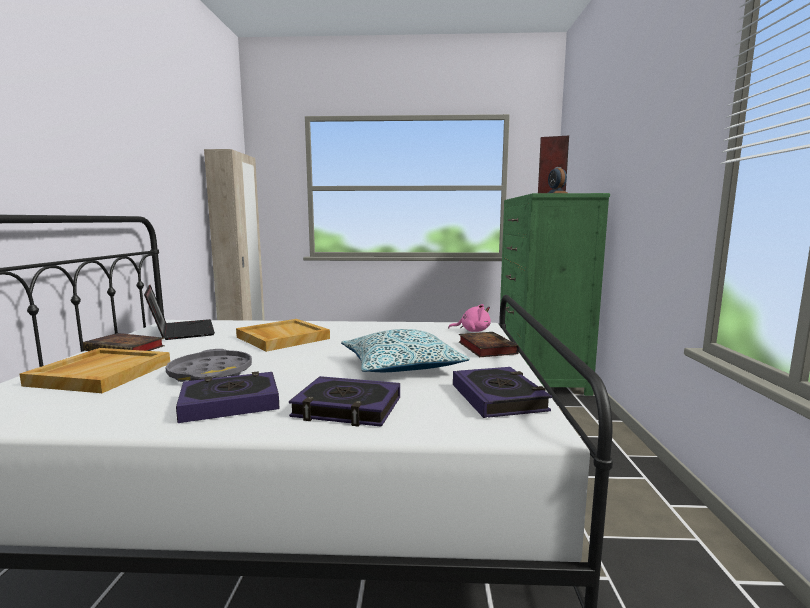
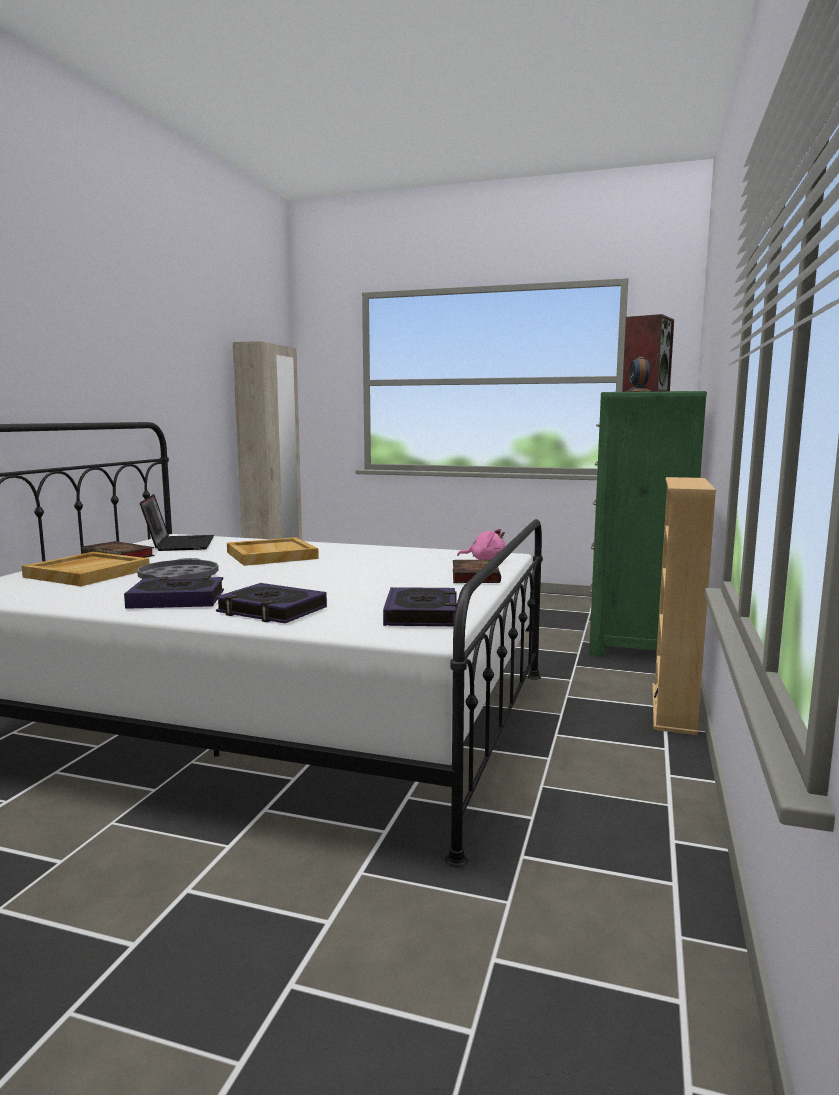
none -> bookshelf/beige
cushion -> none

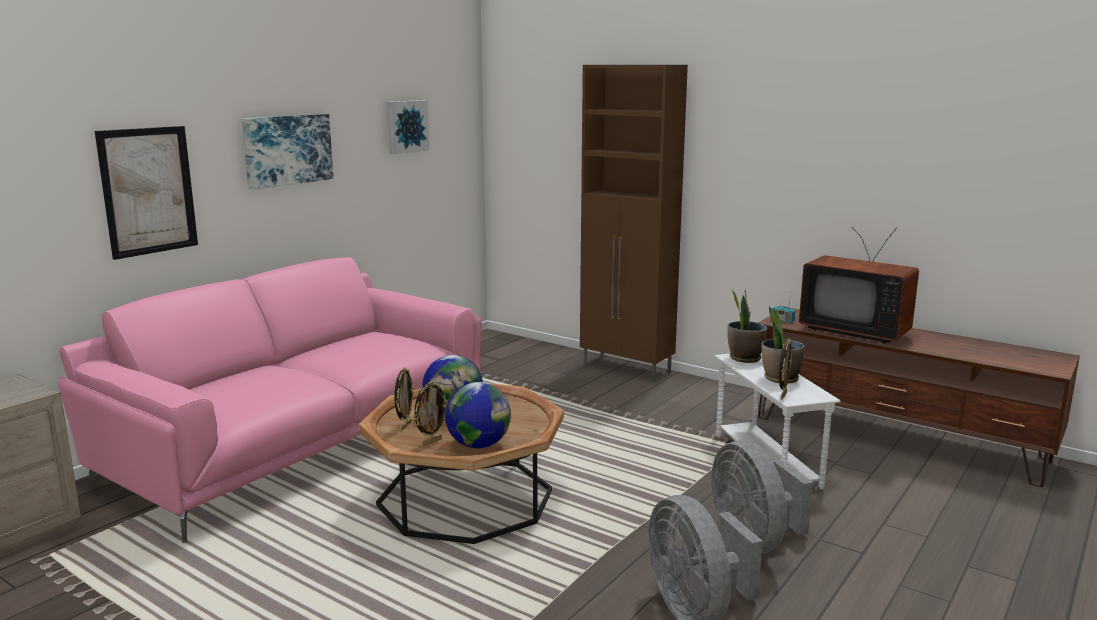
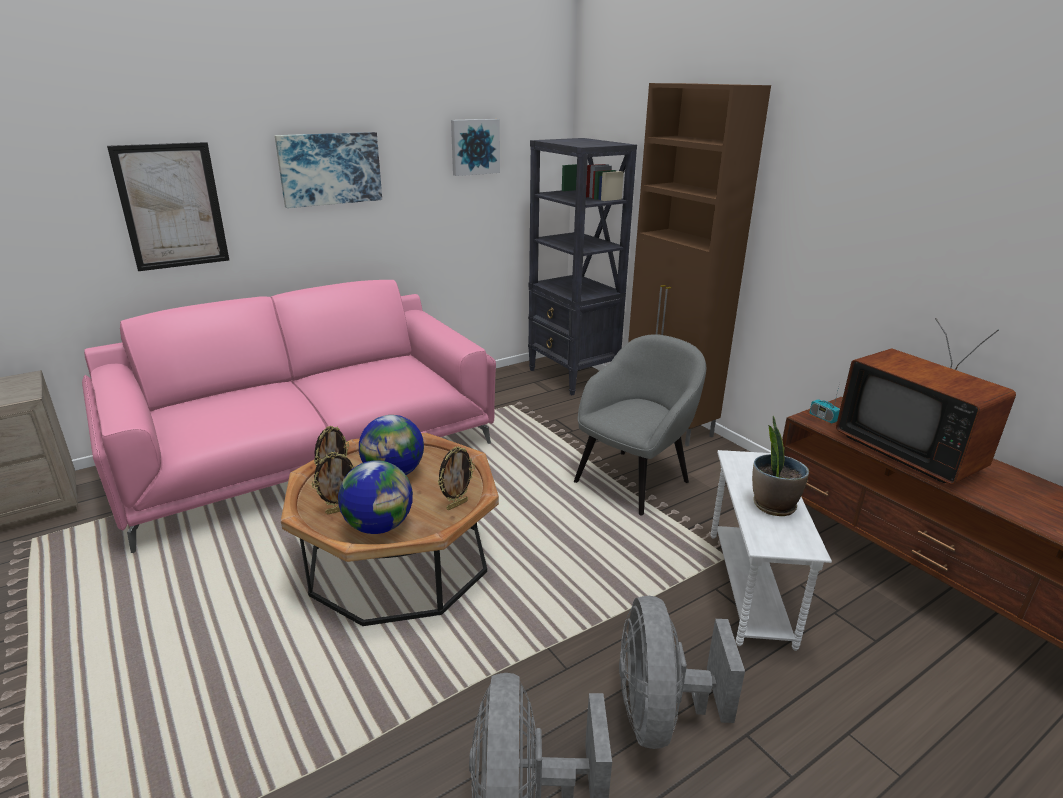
photo frame (no. 3 from left), shifted
none -> bookshelf/black-coloured
none -> easy chair/greyish
potted plant (no. 1 from left) -> none

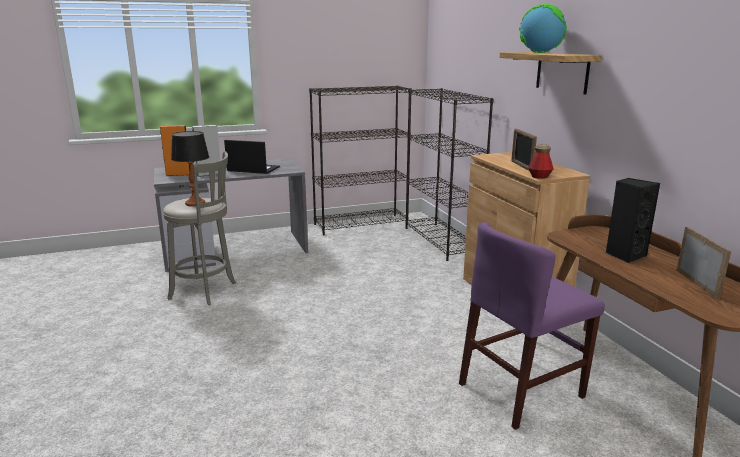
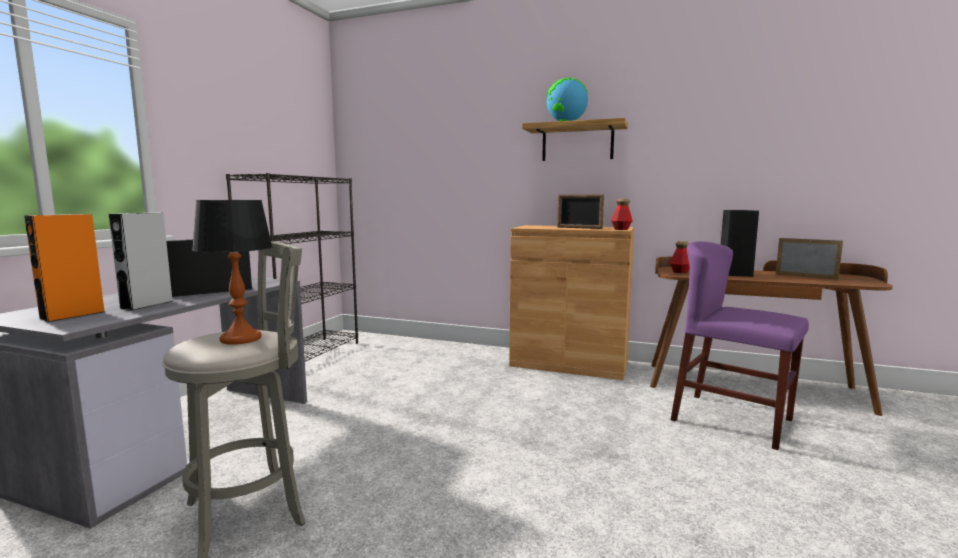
none -> bottle (no. 2 from left)
upright chair/purple-coloured, 120 degrees clockwise
bookshelf/black-coloured (no. 2 from left) -> none

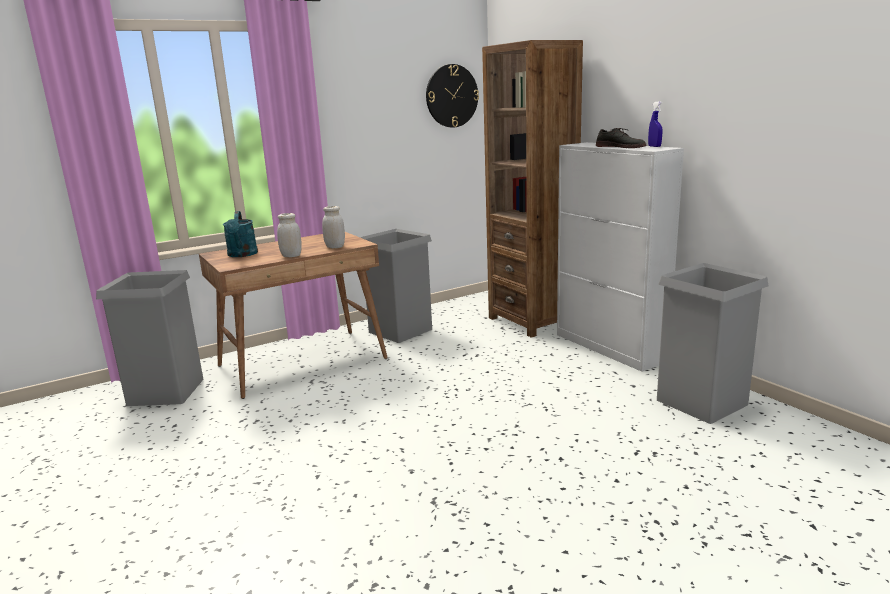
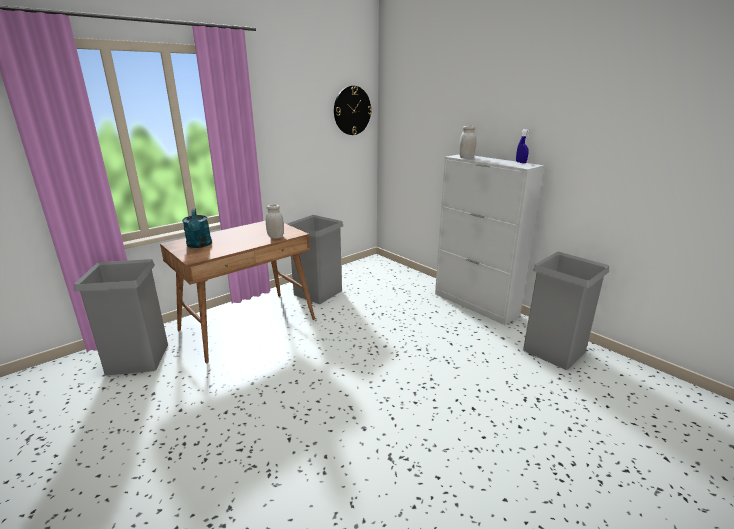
preserve jar/whitish (no. 1 from left in the first image) -> preserve jar/whitish (no. 2 from left), shifted
bookshelf/brown-coloured -> none
item of footwear/greyish -> none

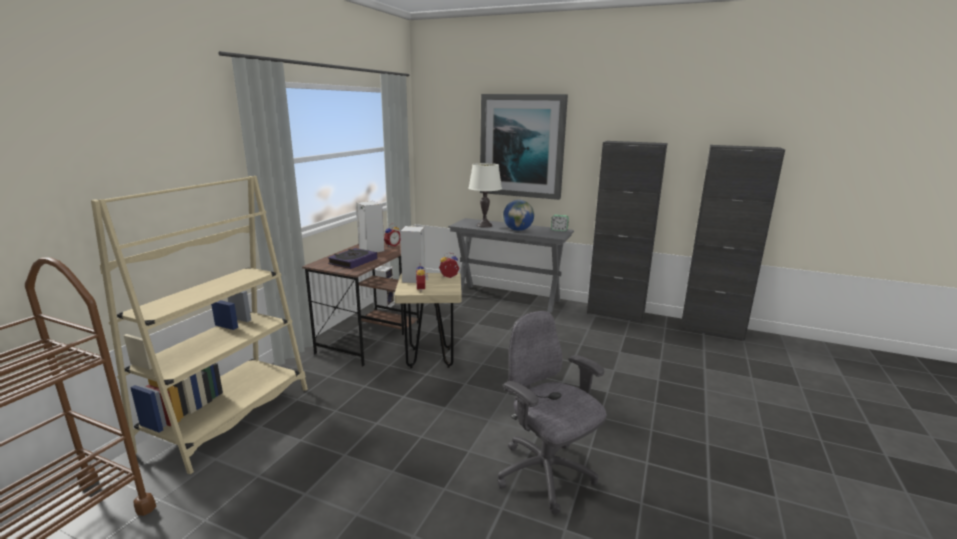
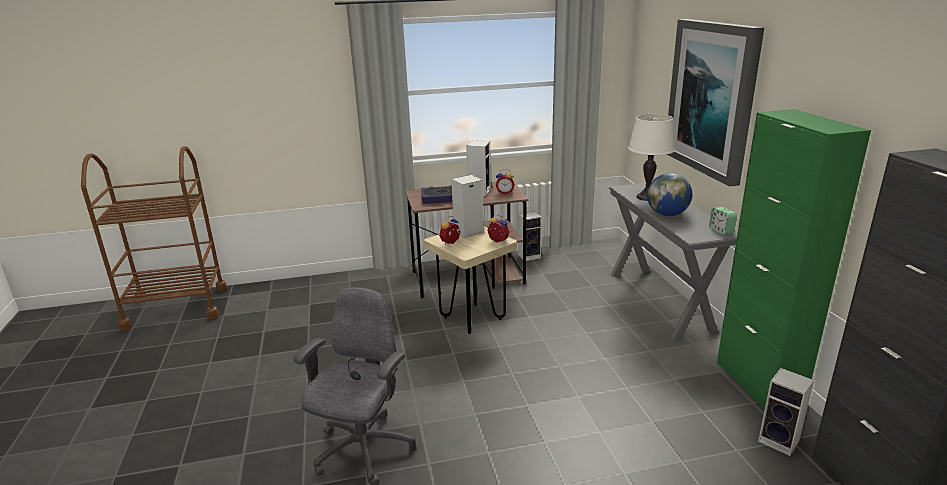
cupboard/black-coloured (no. 1 from left) -> cupboard/green-coloured
none -> audio speaker (no. 4 from left)
bookshelf/beige -> none

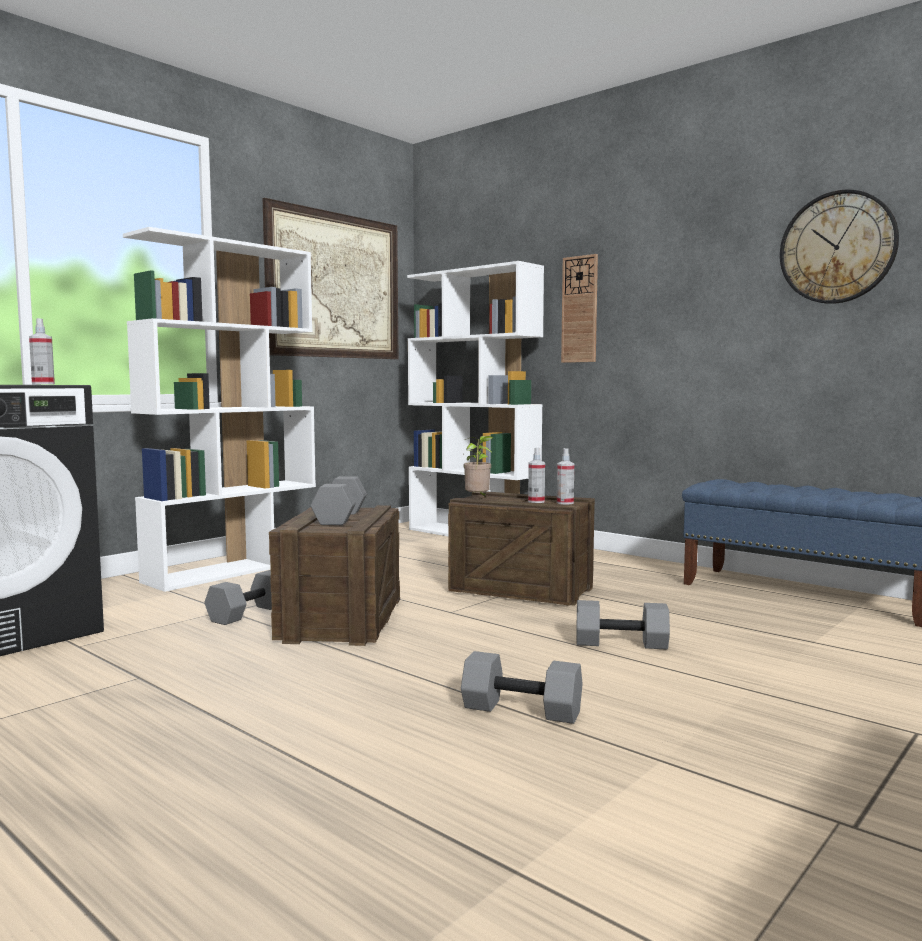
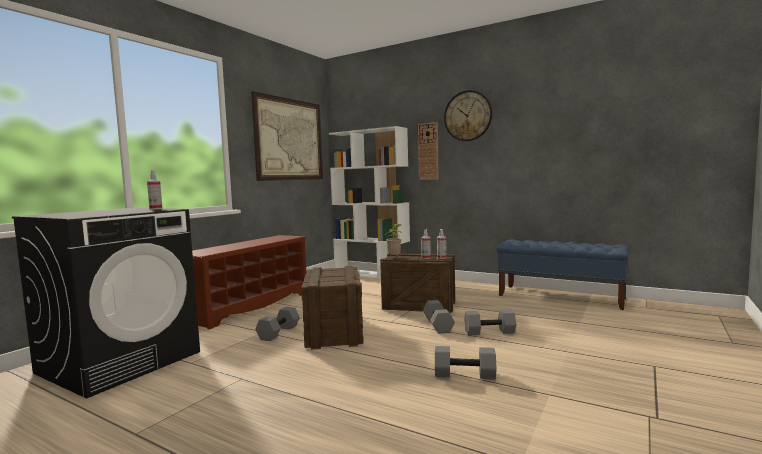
bookshelf/whitish (no. 1 from left) -> shoe stand/brown-coloured
free weight/greyish (no. 2 from left), shifted
hanging clock (no. 2 from left), shifted

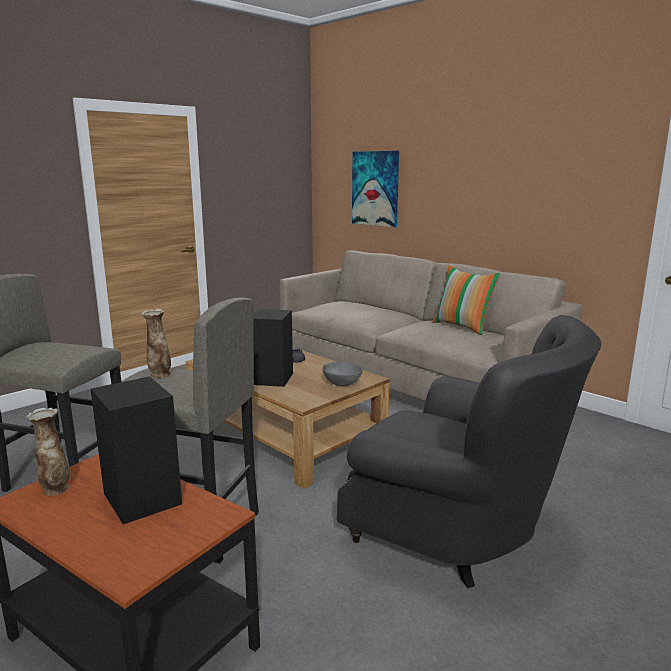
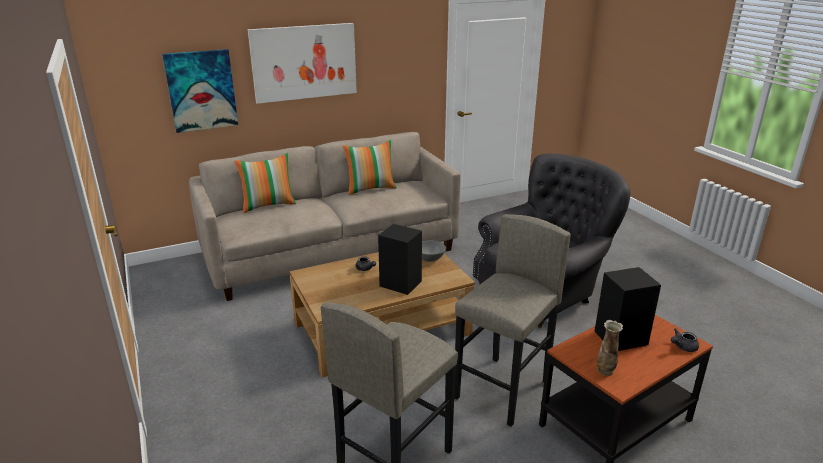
none -> cushion (no. 1 from left)
none -> wall art (no. 2 from left)
none -> tea pot/greyish (no. 2 from left)
flower vase (no. 2 from left) -> none

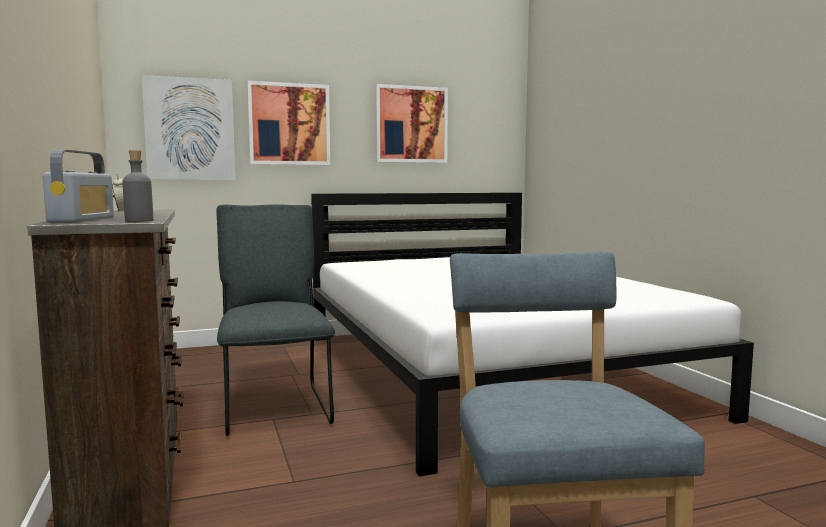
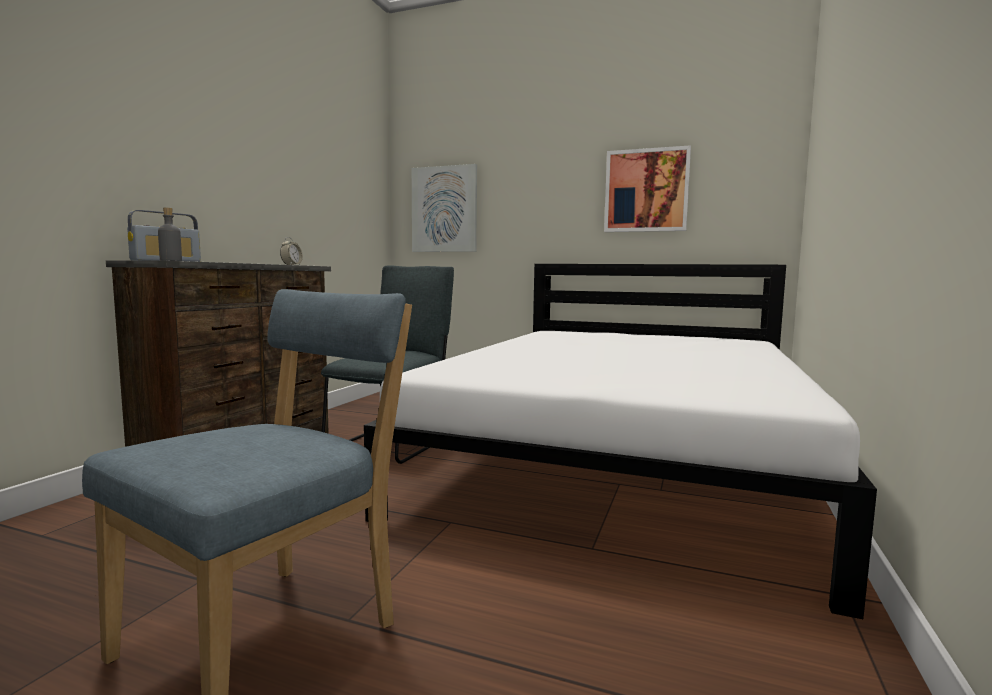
wall art (no. 2 from left) -> none

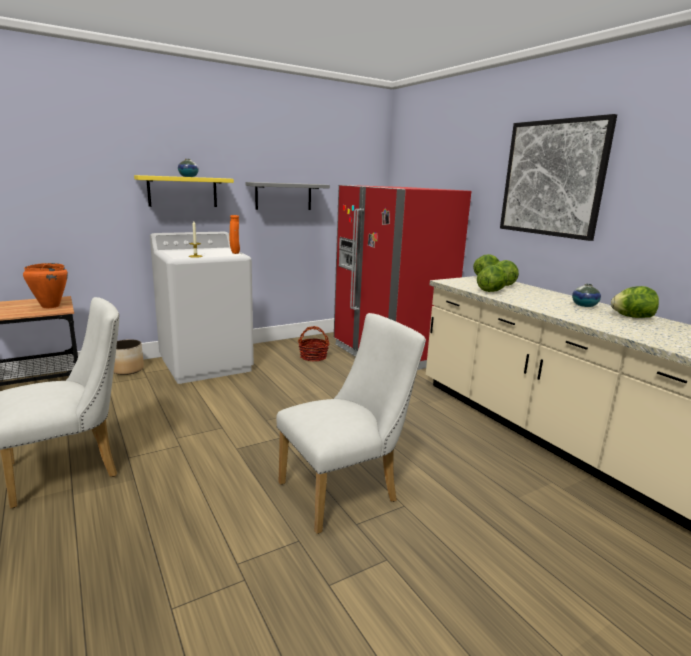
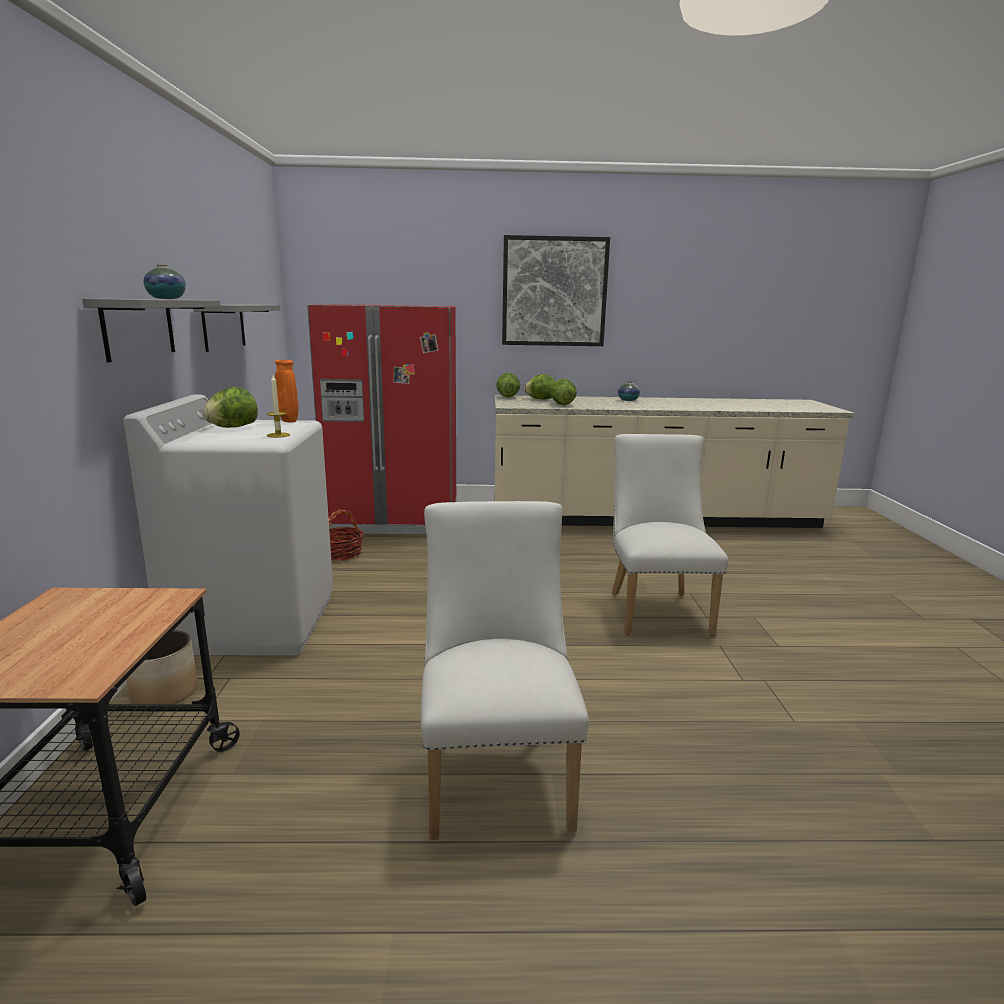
shelf/yellow-coloured -> shelf/greyish (no. 1 from left)
lettuce head (no. 4 from left in the first image) -> lettuce head (no. 1 from left), shifted
cooking pot/orange -> none

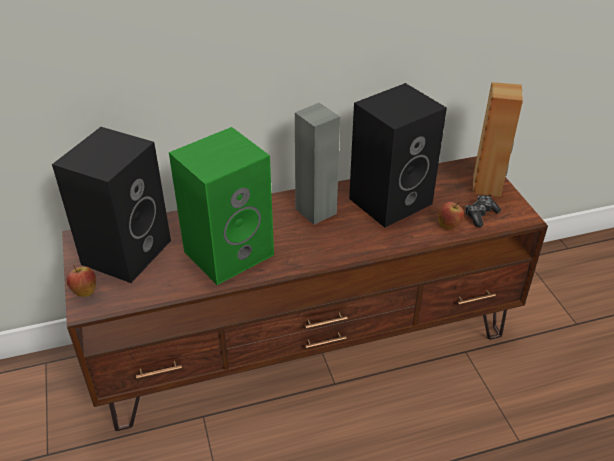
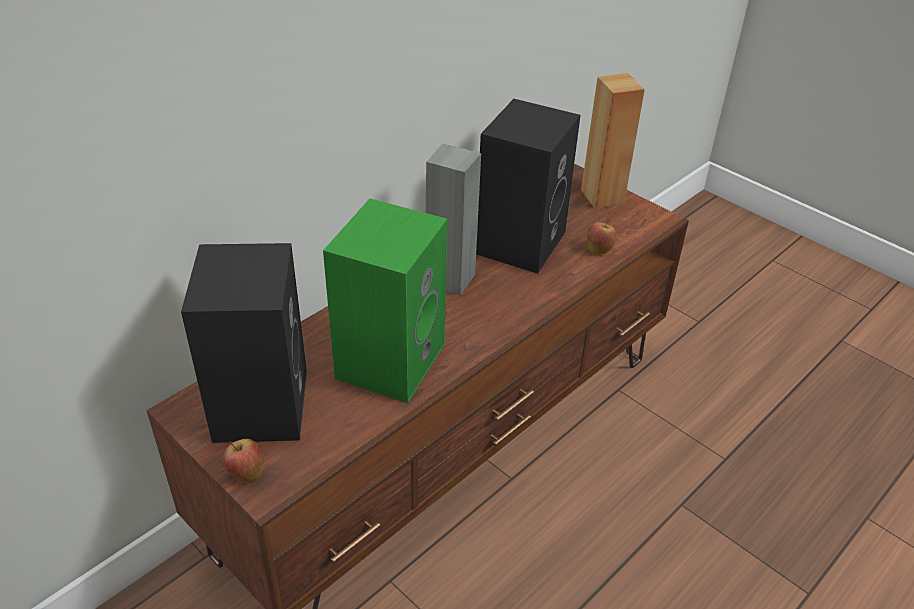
game controller -> none

